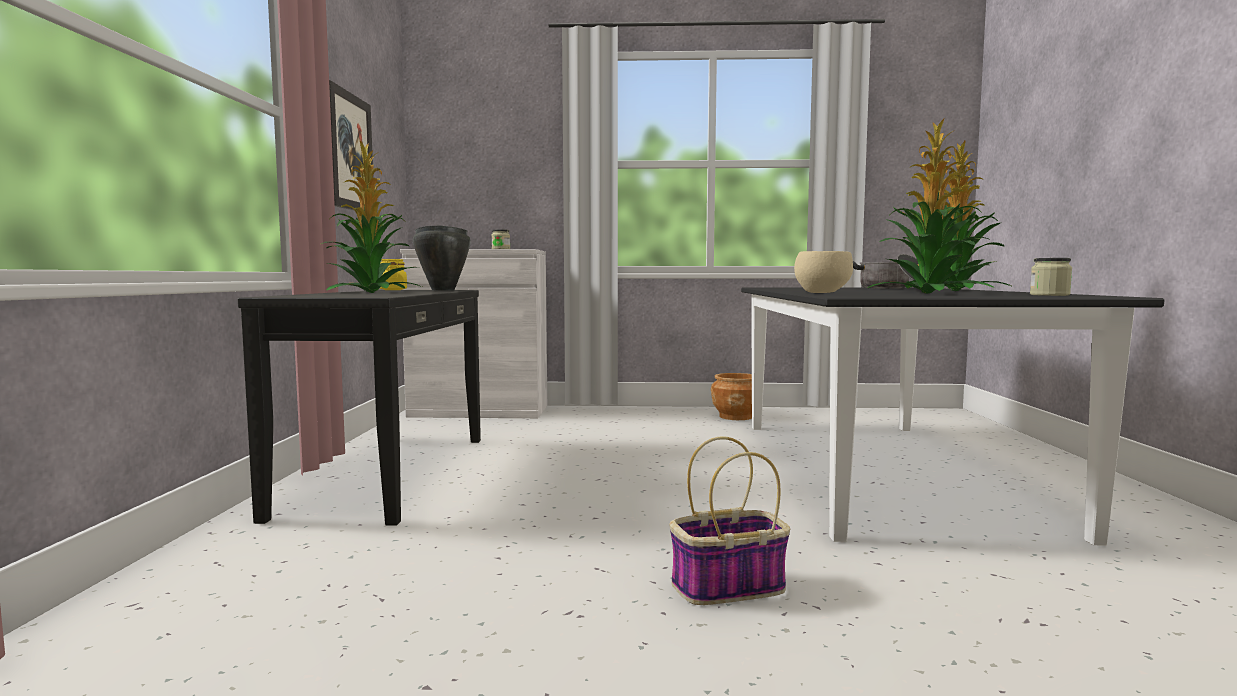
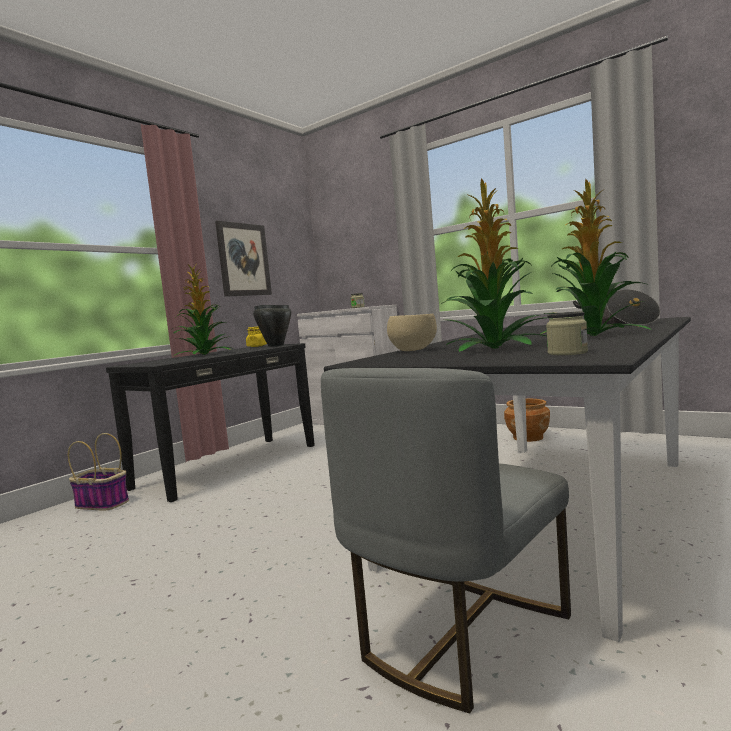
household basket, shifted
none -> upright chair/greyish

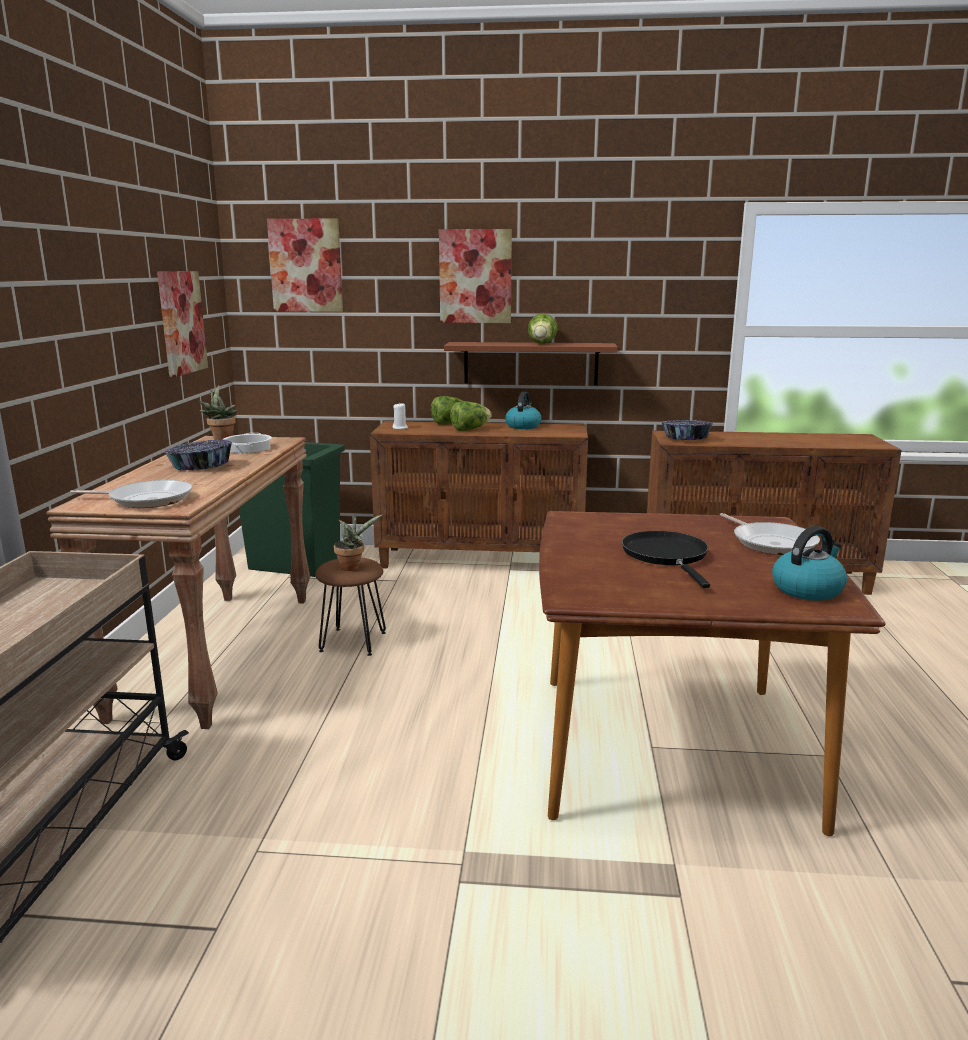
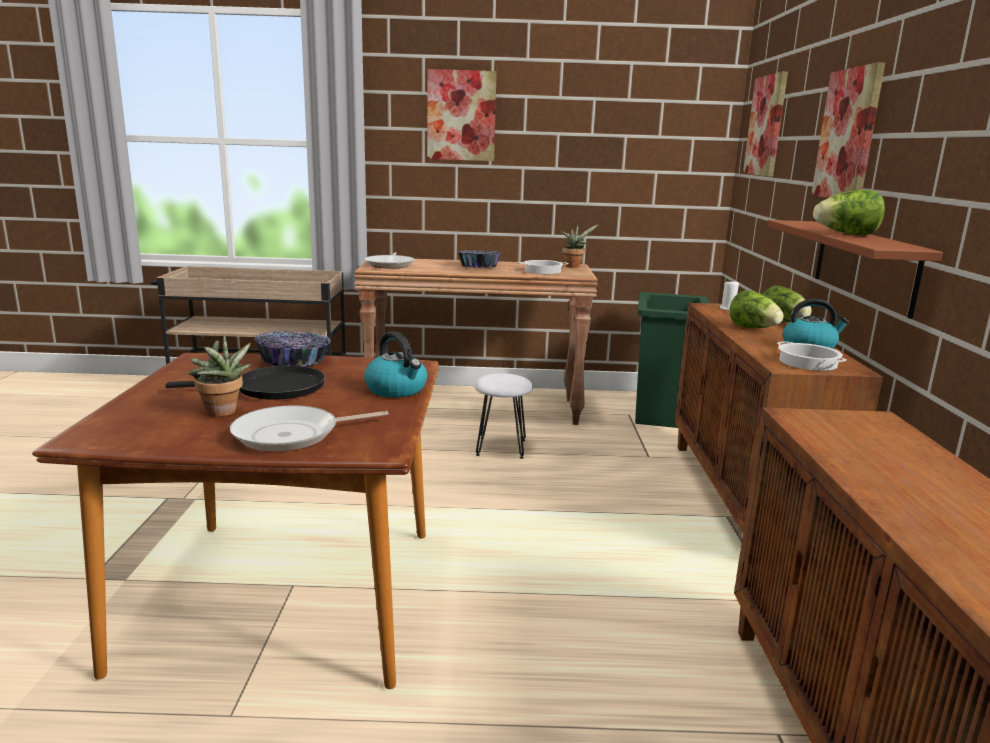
potted plant (no. 2 from left in the first image) -> potted plant (no. 1 from left), shifted
deep dish (no. 2 from left in the first image) -> deep dish (no. 1 from left), shifted
tea kettle (no. 2 from left in the first image) -> tea kettle (no. 1 from left), shifted
wall art (no. 1 from left), shifted
stool seat/brown-coloured -> stool seat/whitish
none -> cooking pot (no. 2 from left)

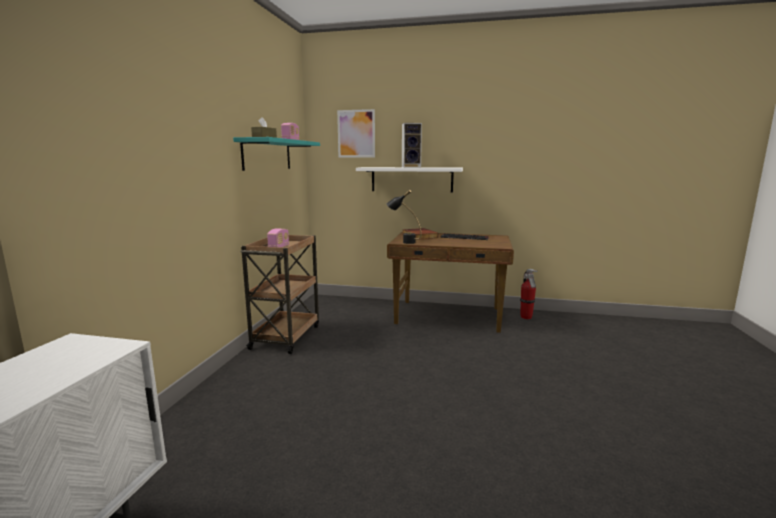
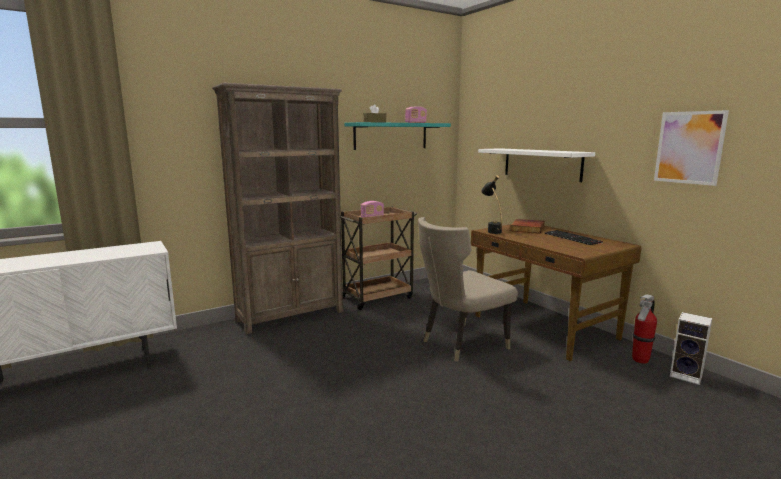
none -> bookshelf/brown-coloured
none -> upright chair/beige
wall art, shifted
audio speaker, shifted

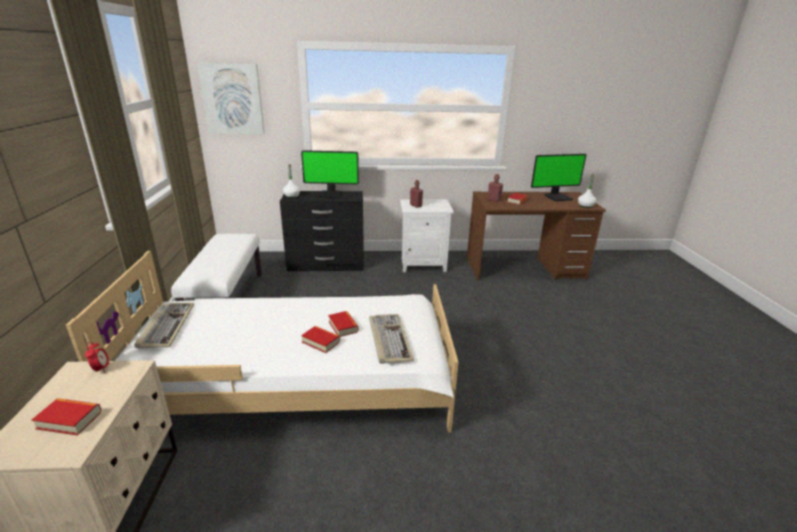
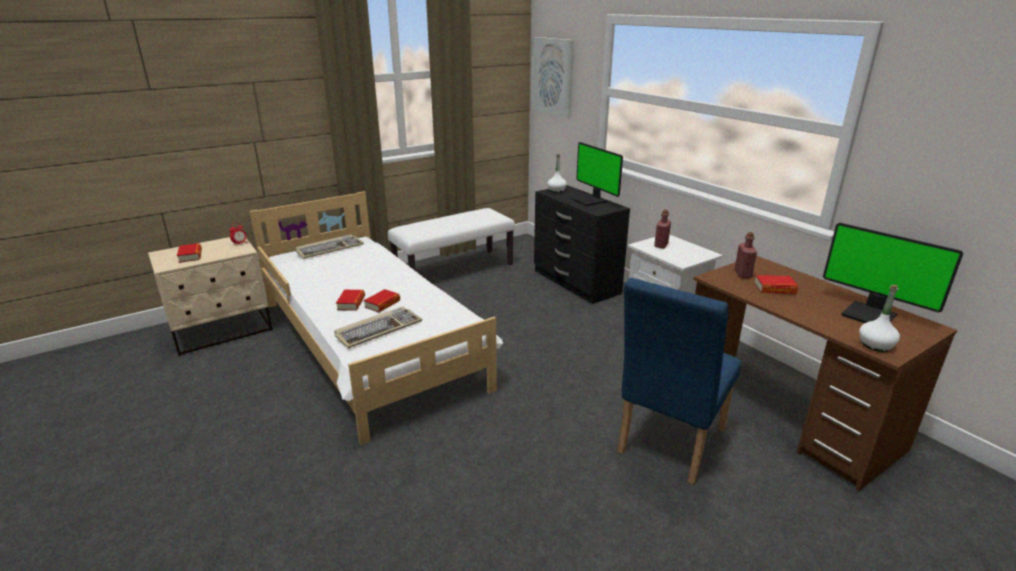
none -> upright chair/blue

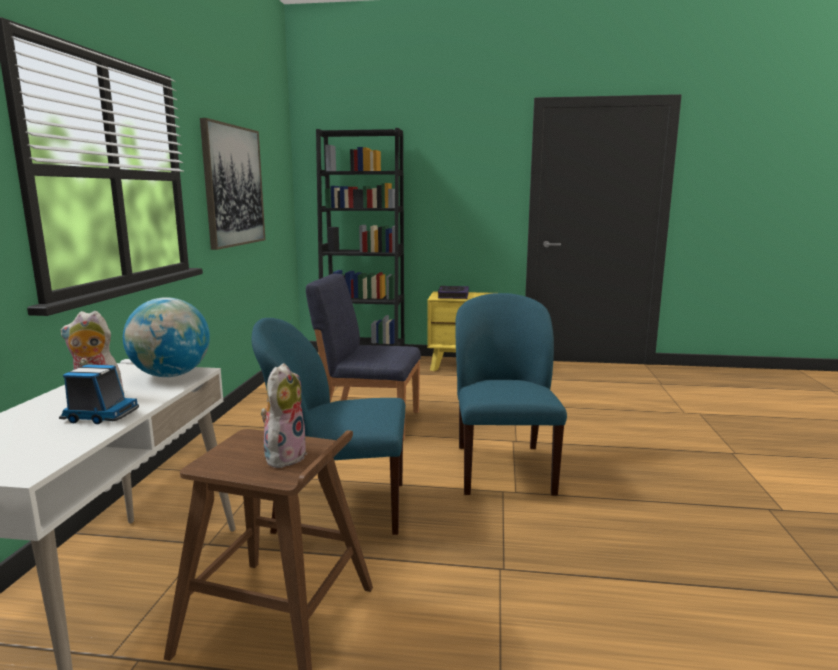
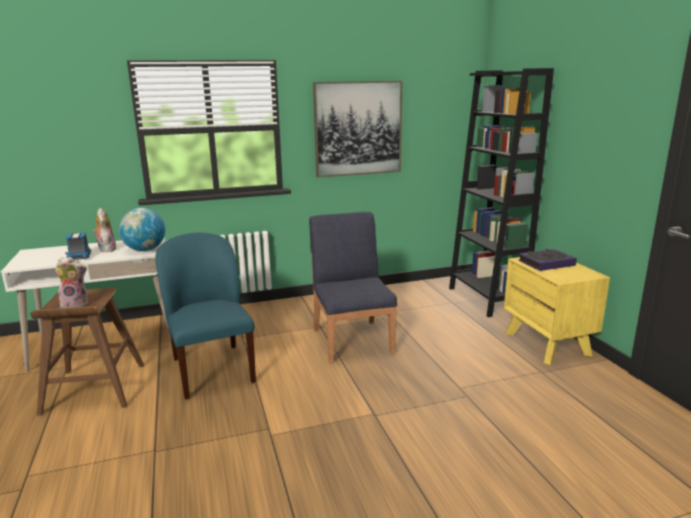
upright chair/blue (no. 3 from left) -> none

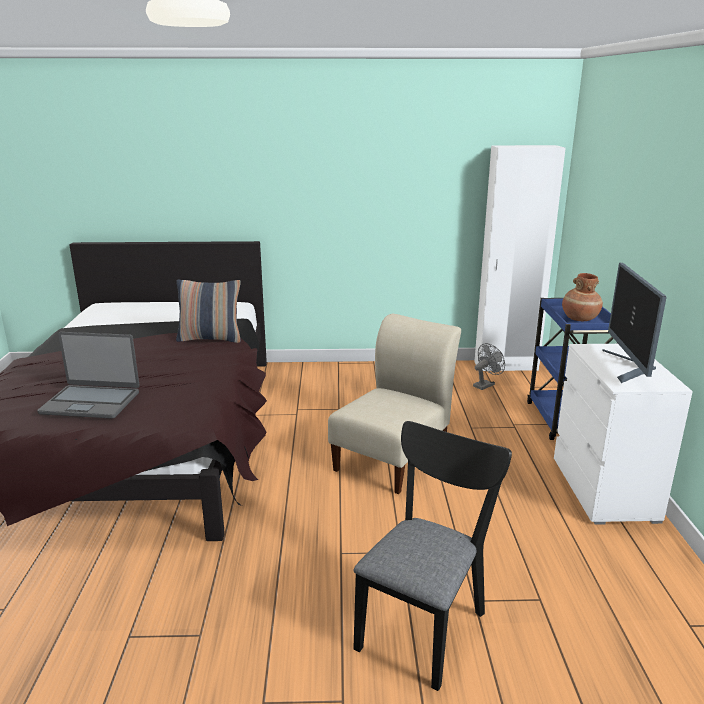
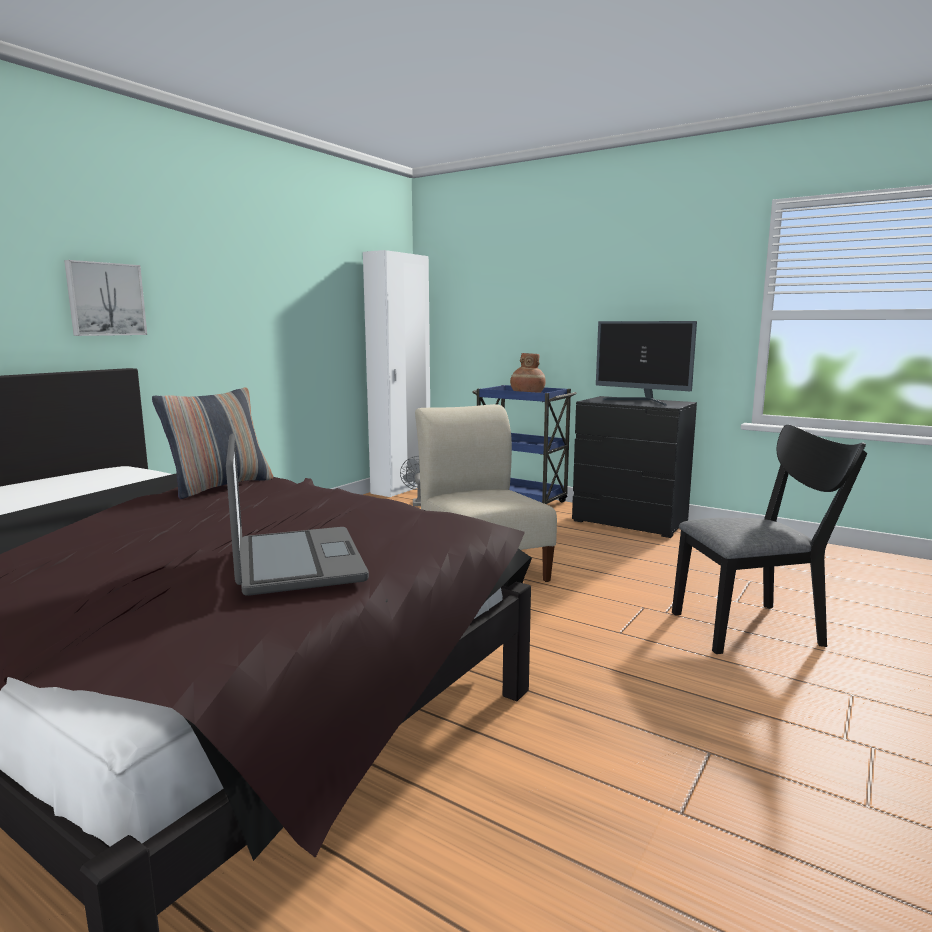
none -> wall art
laptop, 60 degrees counterclockwise
chest of drawers/whitish -> chest of drawers/black-coloured
upright chair/black-coloured, 105 degrees clockwise

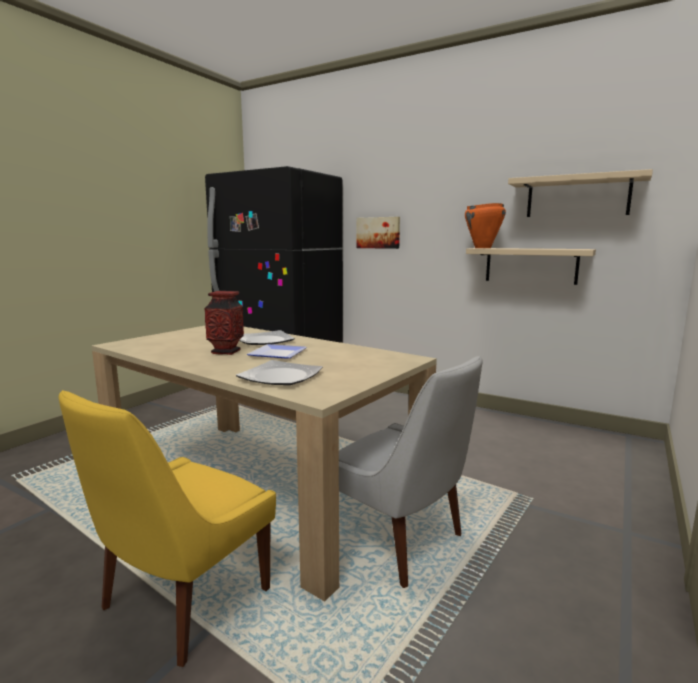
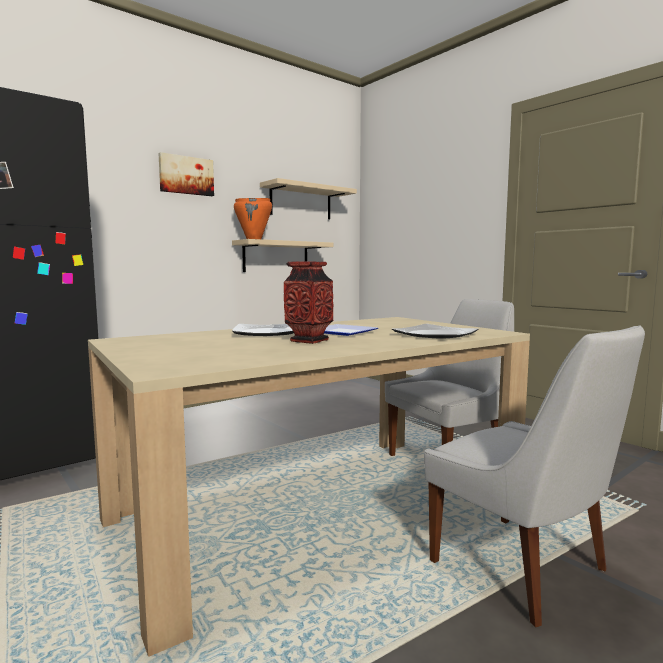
wall art, shifted
upright chair/yellow-coloured -> upright chair/whitish (no. 2 from left)

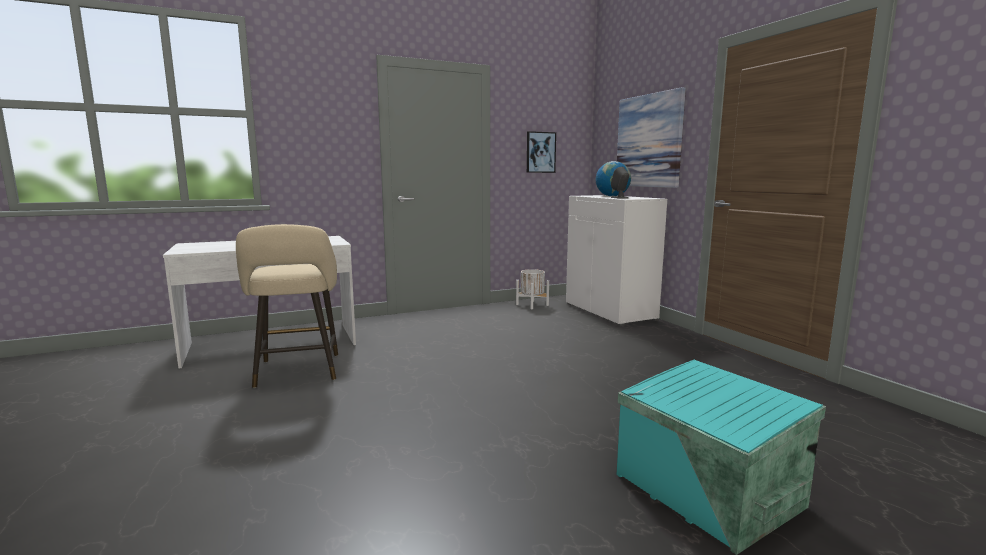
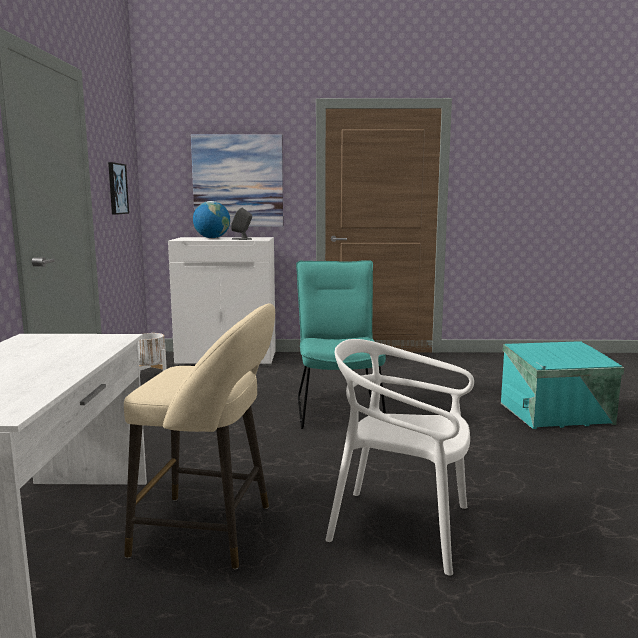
none -> upright chair/turquoise
none -> upright chair/whitish

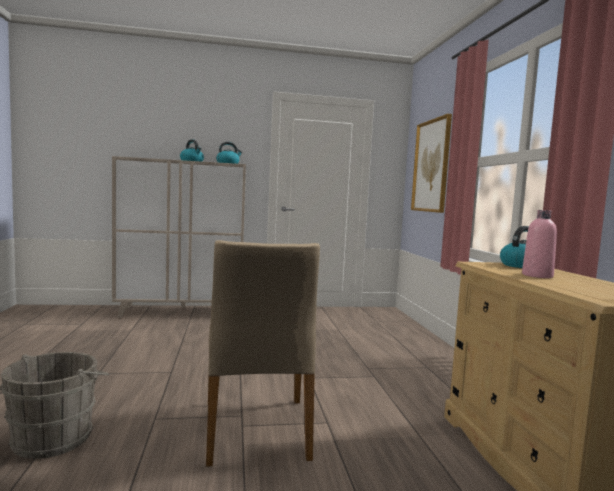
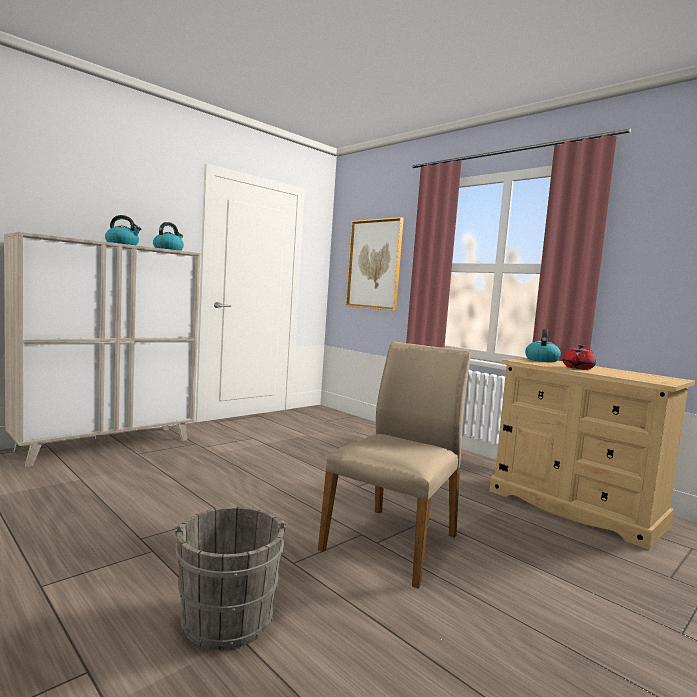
upright chair/beige, 105 degrees counterclockwise
bottle/pink-coloured -> tea pot/reddish

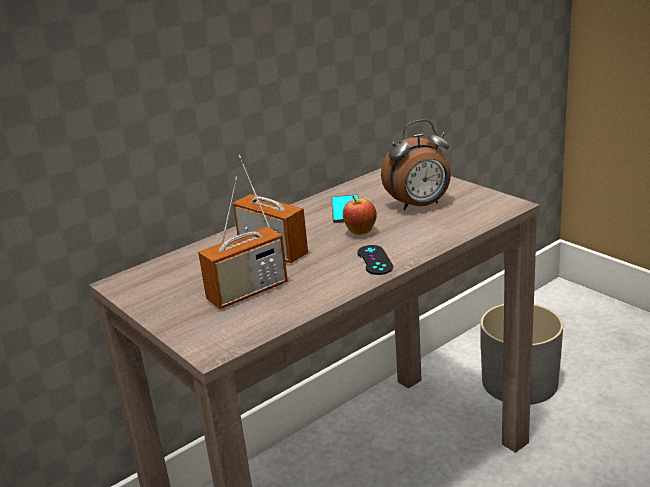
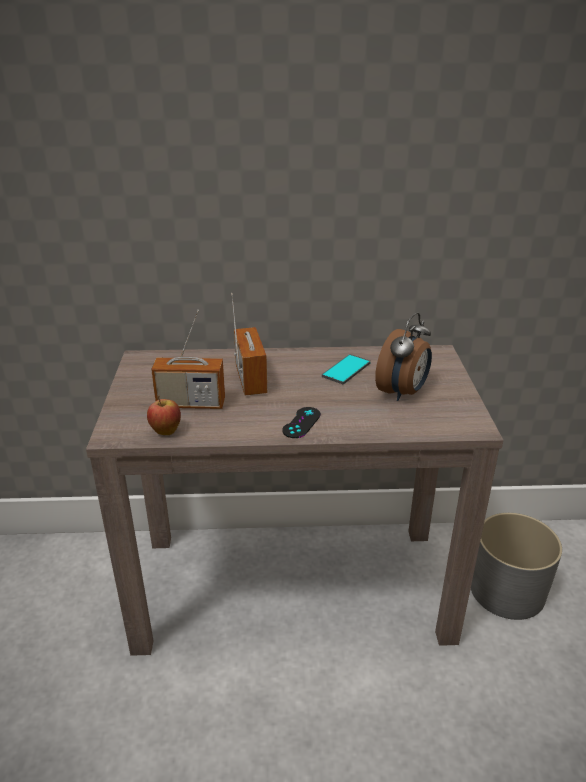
apple, shifted
table clock, 75 degrees counterclockwise

